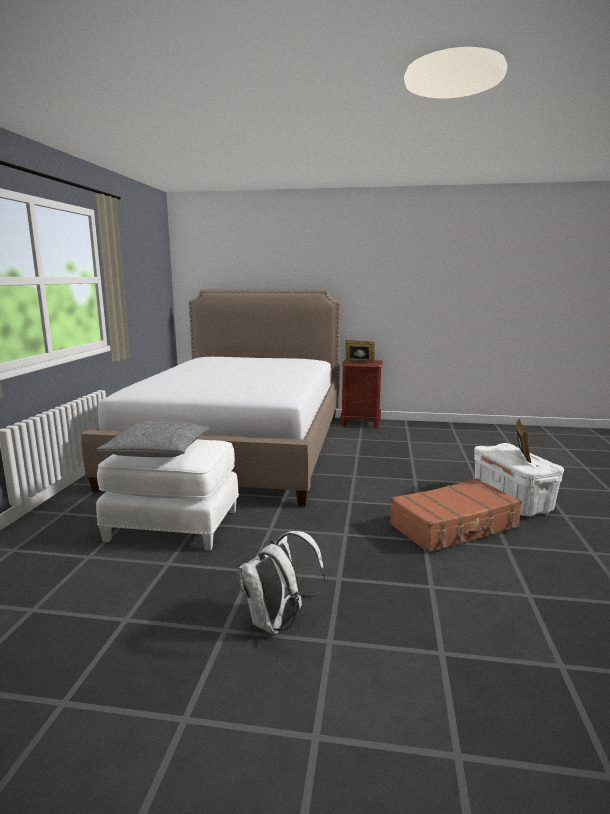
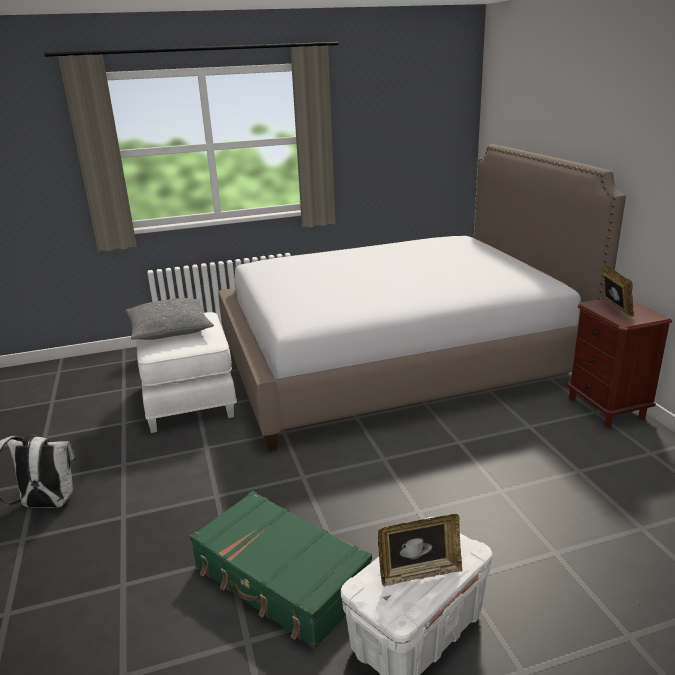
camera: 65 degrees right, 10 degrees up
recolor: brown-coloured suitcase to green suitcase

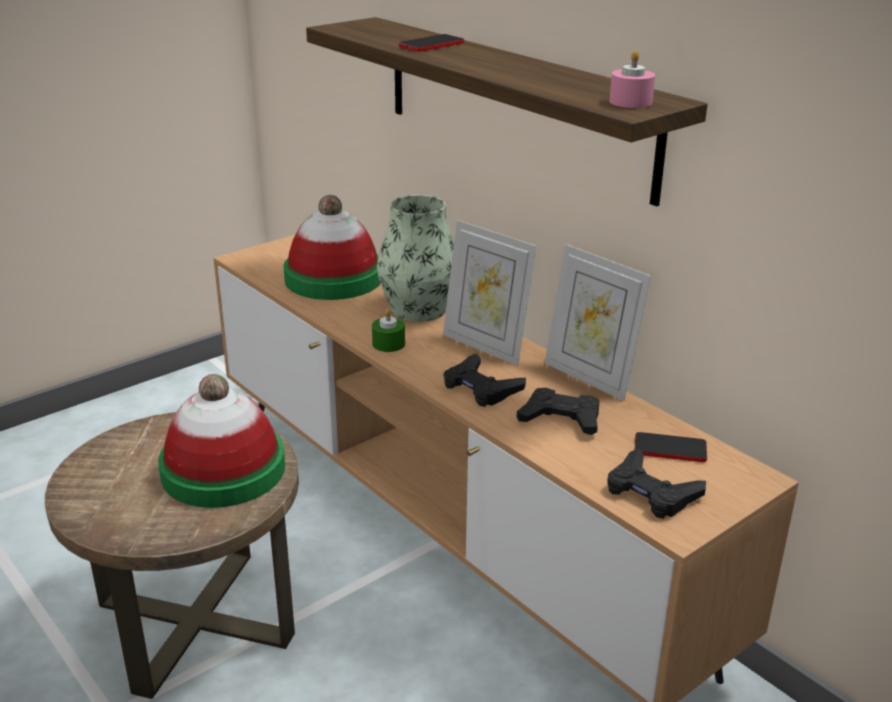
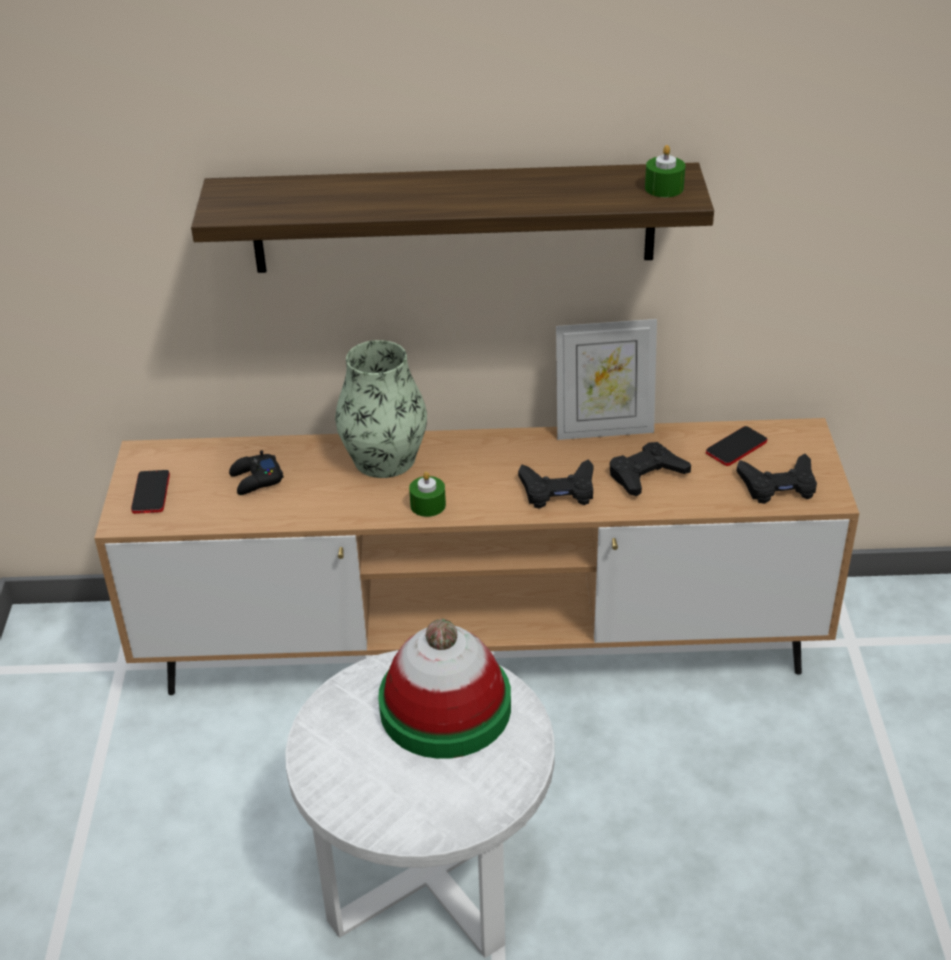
camera: 50 degrees left, 10 degrees up
delete: standing frame (1st from left)
move: telephone (1st from left)
replace: wearable hat (2nd from left) to black joypad (1st from left)
recolor: pinkish wax light to green wax light (2nd from left); brown-coloured end table to white-coloured end table

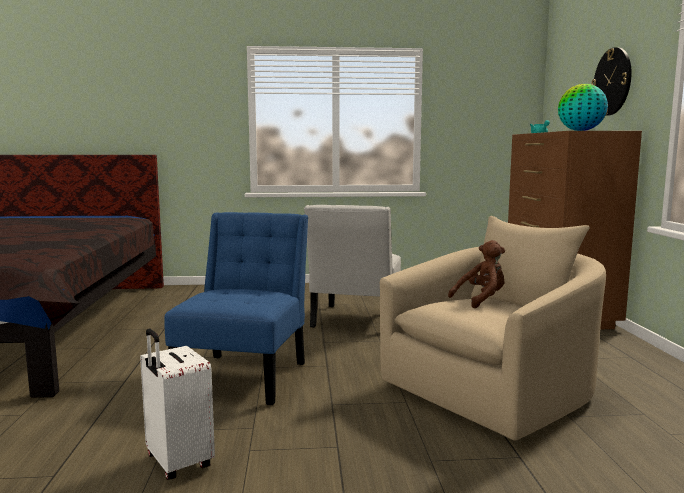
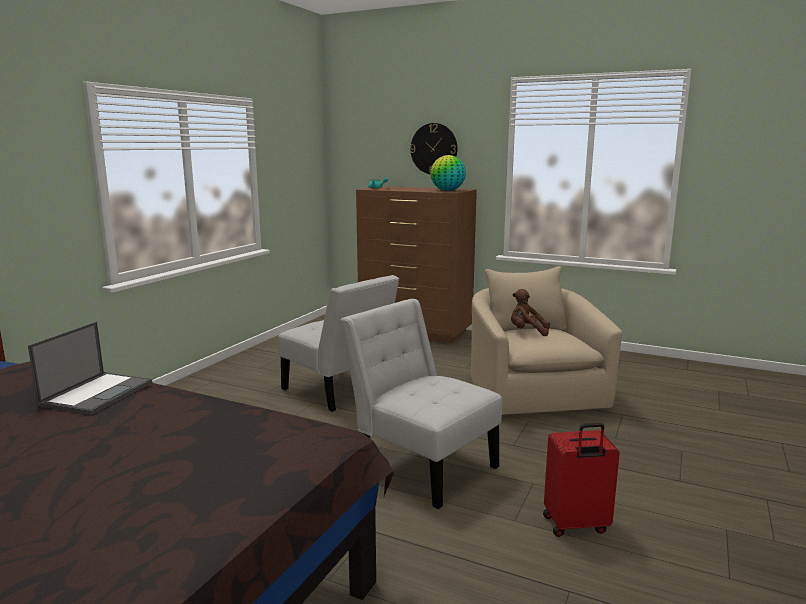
camera: 60 degrees left, 5 degrees up
insert: laptop
recolor: blue-coloured plain chair to white-coloured plain chair (2nd from left); white-coloured suitcase to reddish suitcase
rotate: brown-coloured soft toy 75 degrees counterclockwise

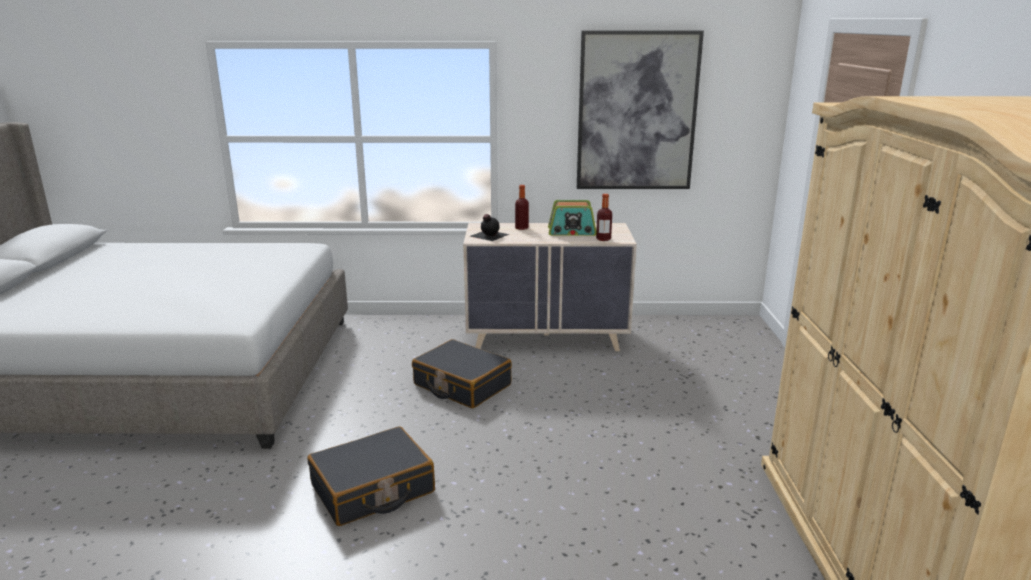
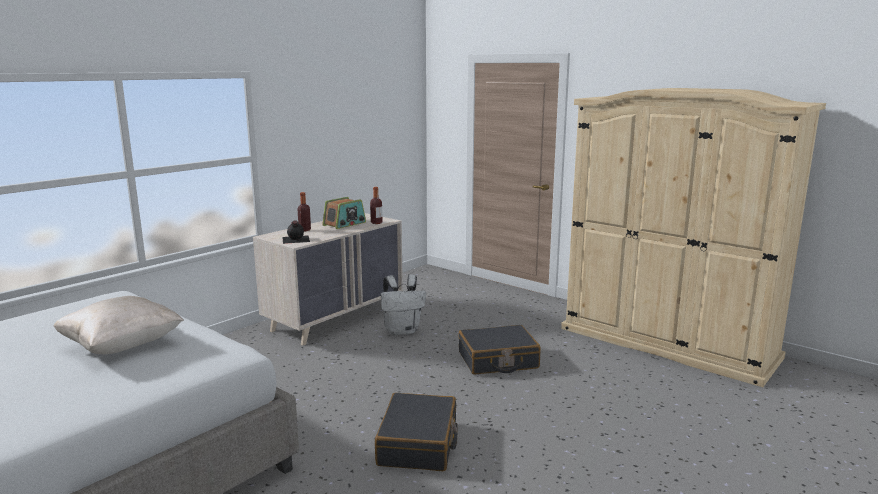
camera: 50 degrees left, 5 degrees down
delete: wall picture
insert: white-coloured knapsack; sand-coloured throw pillow
move: black suitcase (2nd from left)

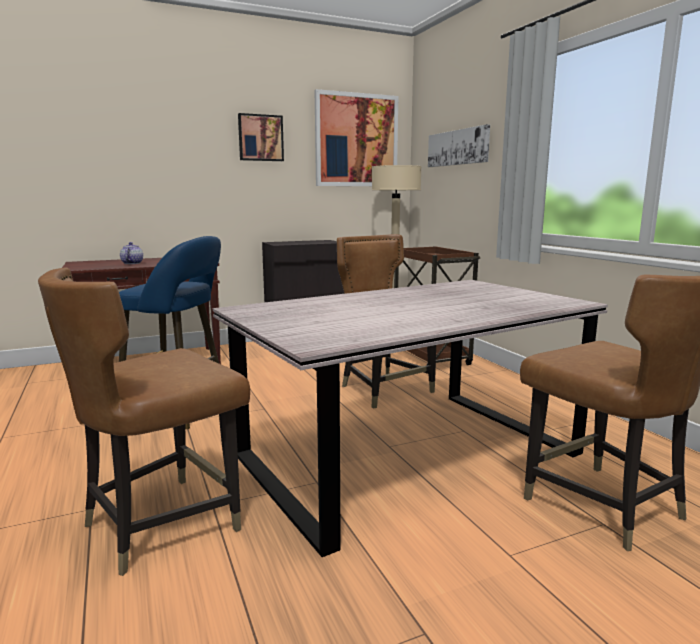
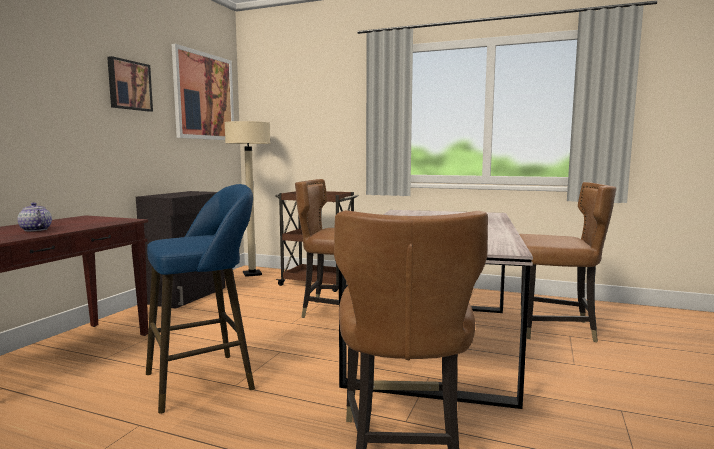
camera: 45 degrees left, 5 degrees down
delete: wall picture (3rd from left)

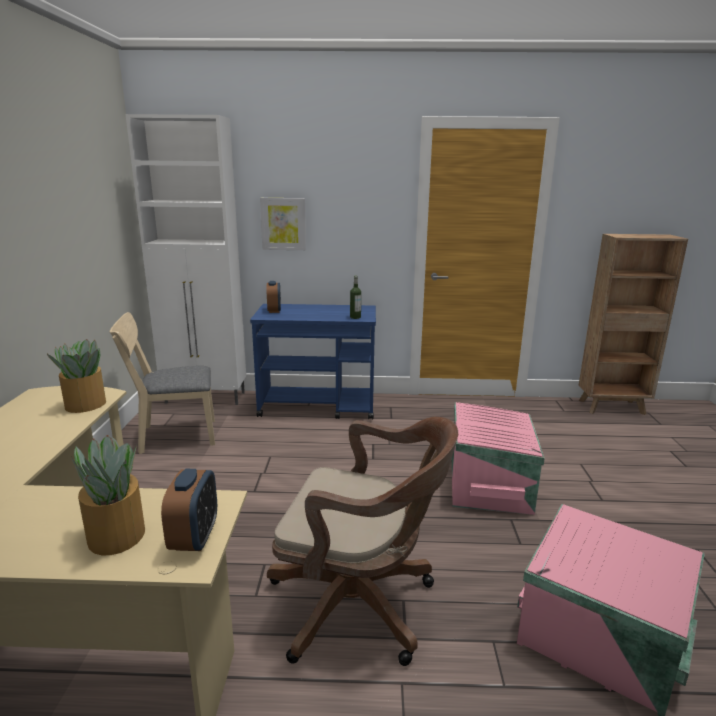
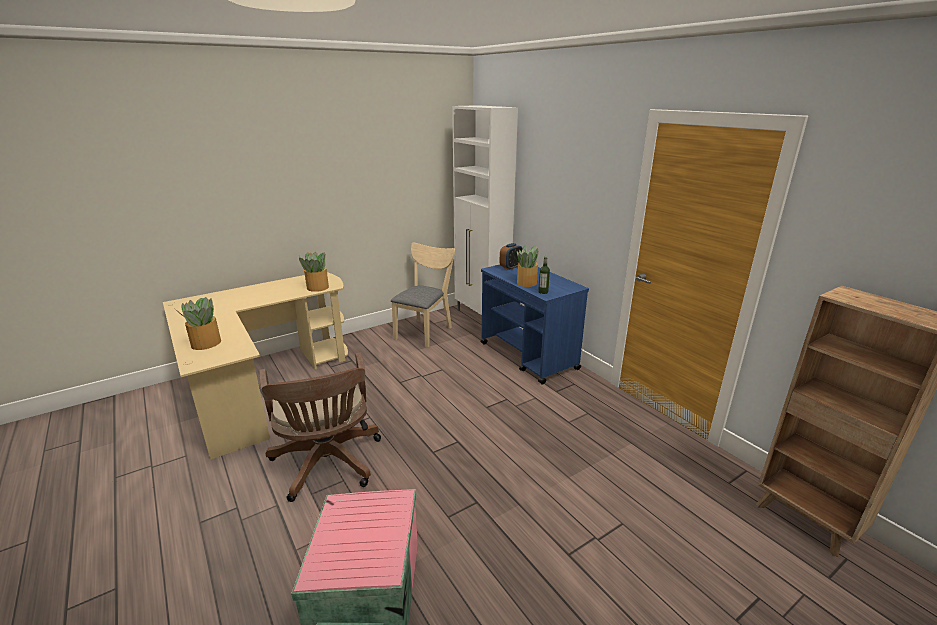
camera: 55 degrees right, 5 degrees up
delete: wall picture; pinkish storage container (1st from left); bedside clock (1st from left)
insert: houseplant (3rd from left)
rotate: sand-coloured plain chair 75 degrees clockwise

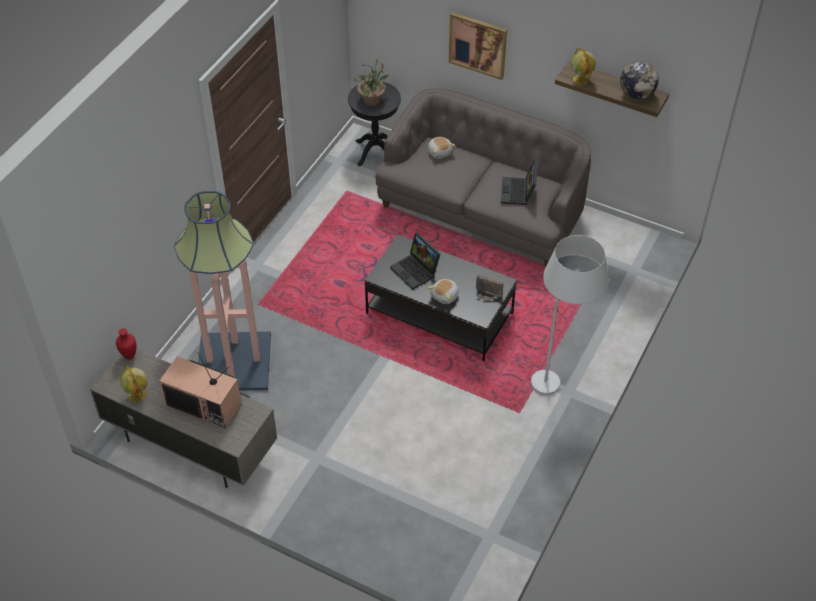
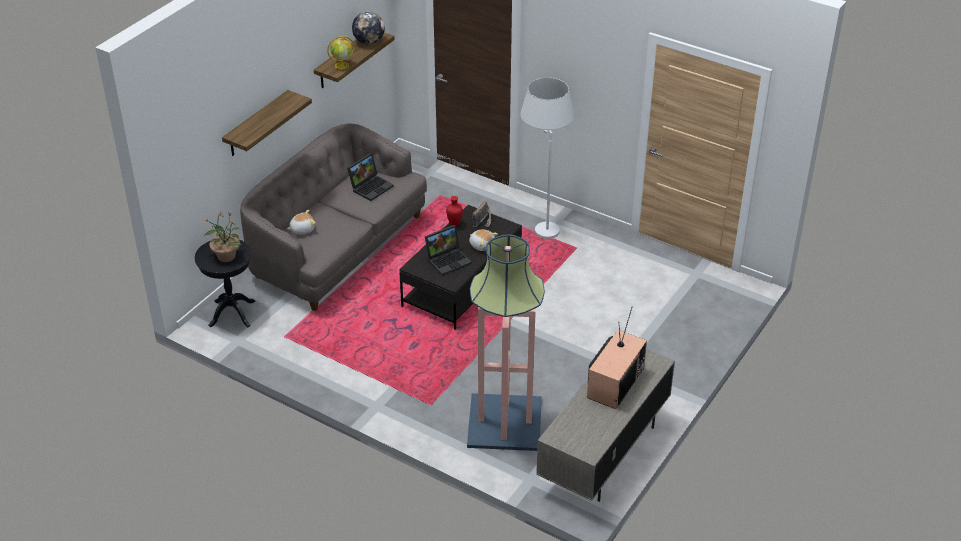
camera: 85 degrees left, 10 degrees down
delete: world globe (1st from left)
move: reddish decorative vase
replace: wall picture to shelf (1st from left)
rotate: laptop (2nd from left in the first image) 60 degrees counterclockwise

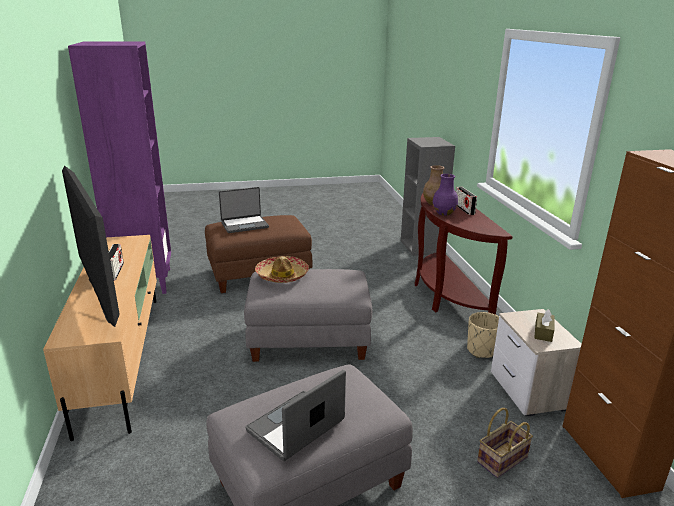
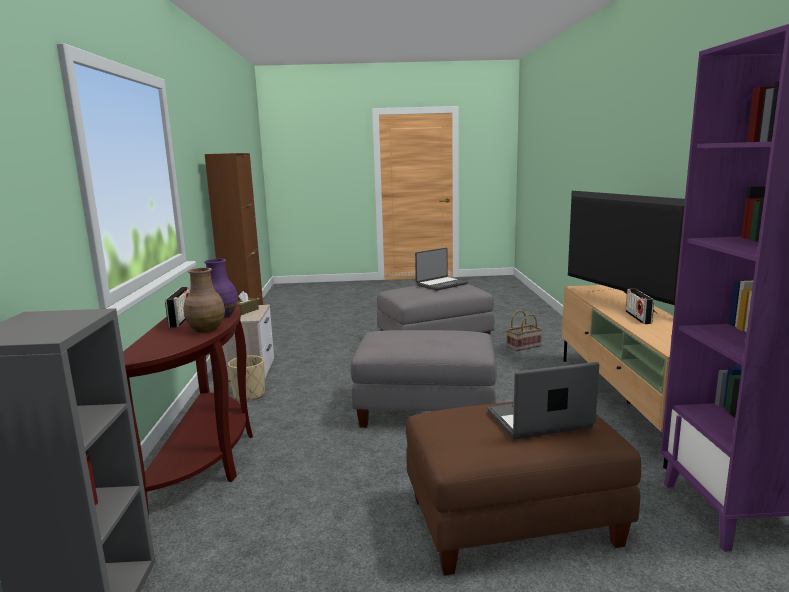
camera: 170 degrees left, 10 degrees down
delete: wearable hat
move: basket

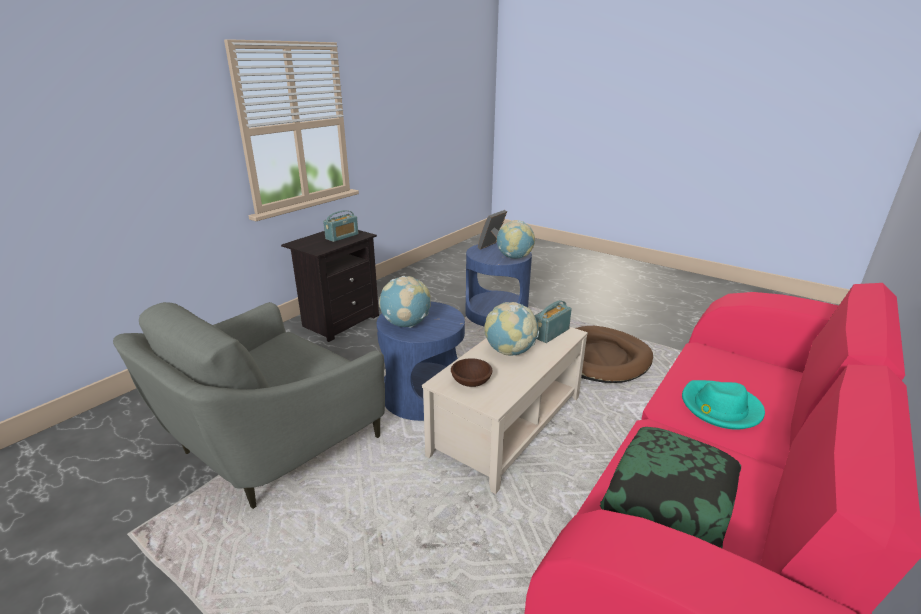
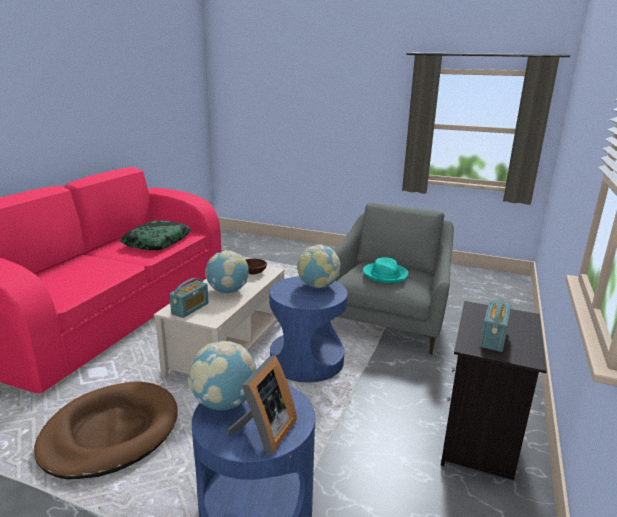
camera: 165 degrees right, 5 degrees down
move: turquoise-coloured wearable hat

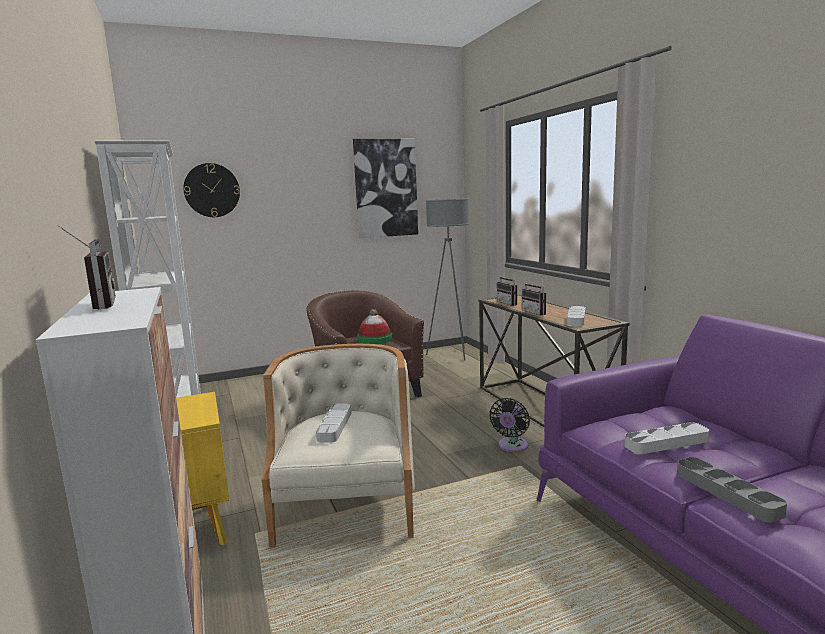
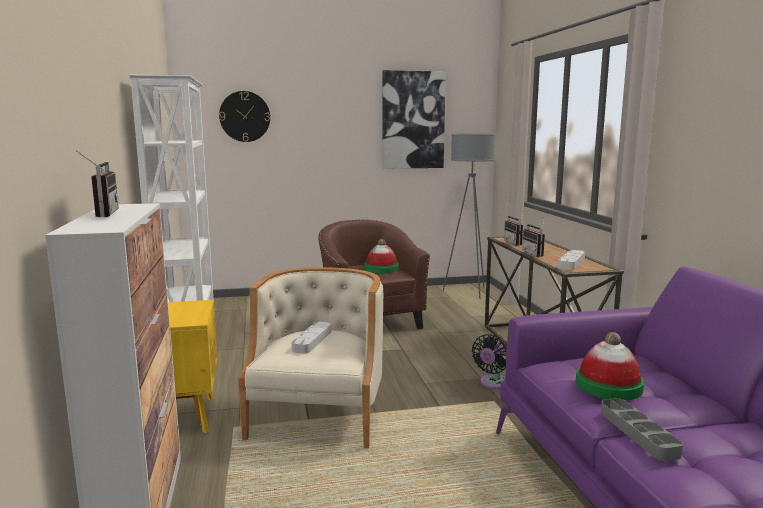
camera: 10 degrees right, 0 degrees up
replace: grey carrying tray (3rd from left) to wearable hat (2nd from left)

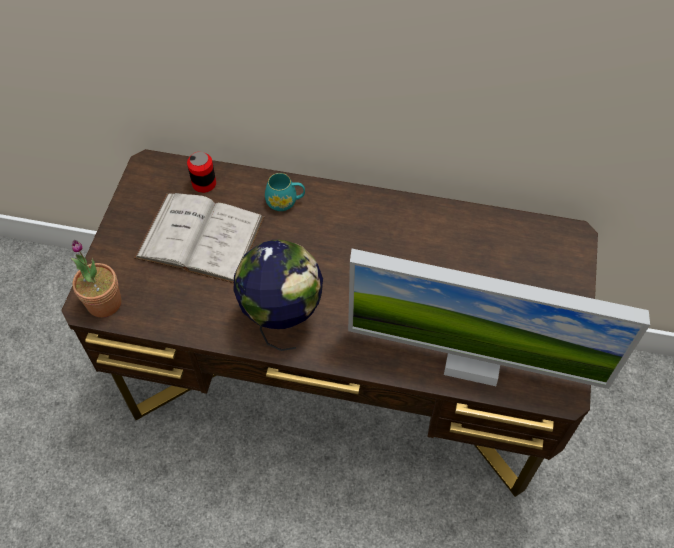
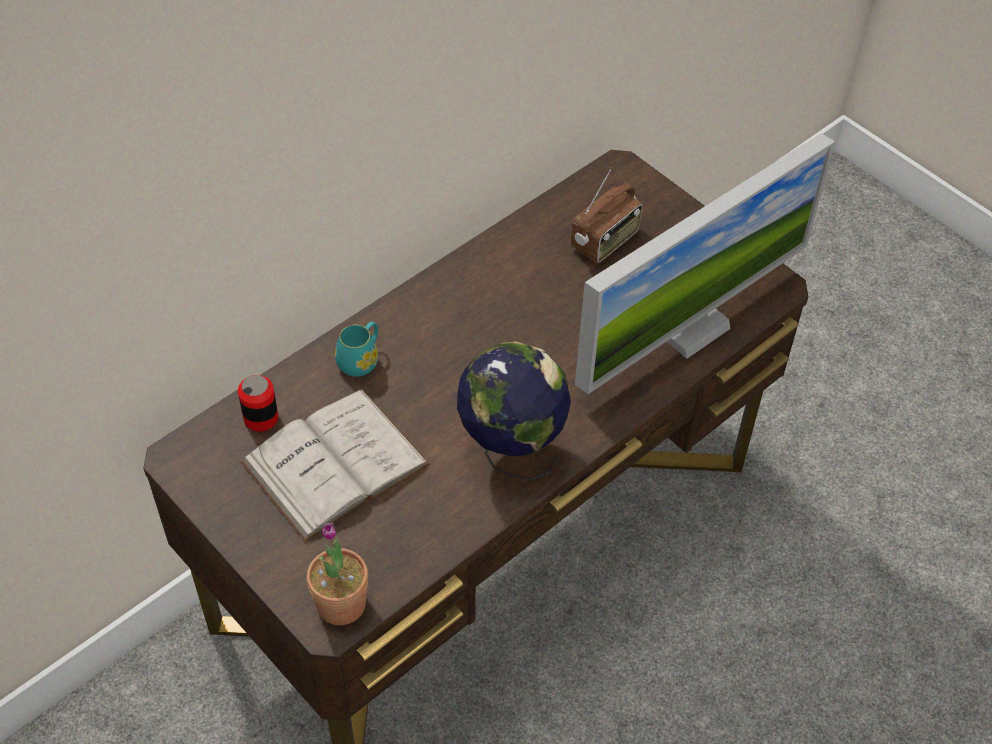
camera: 55 degrees left, 5 degrees down
insert: radio set

